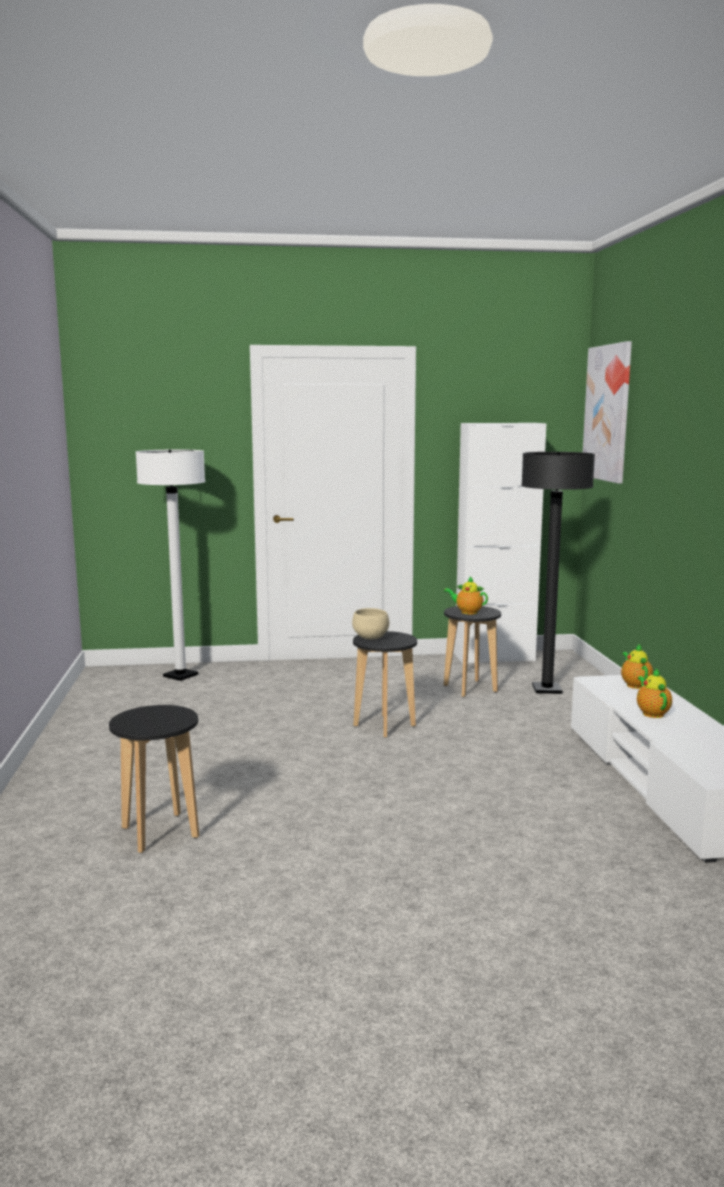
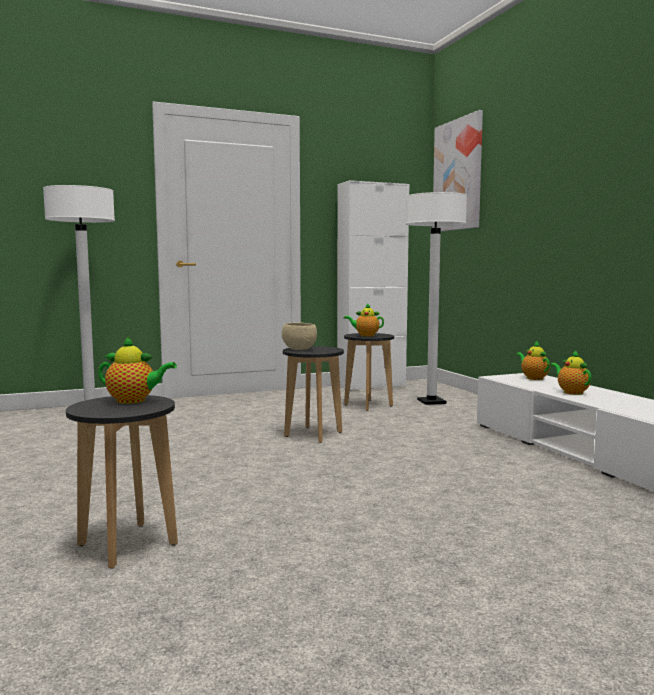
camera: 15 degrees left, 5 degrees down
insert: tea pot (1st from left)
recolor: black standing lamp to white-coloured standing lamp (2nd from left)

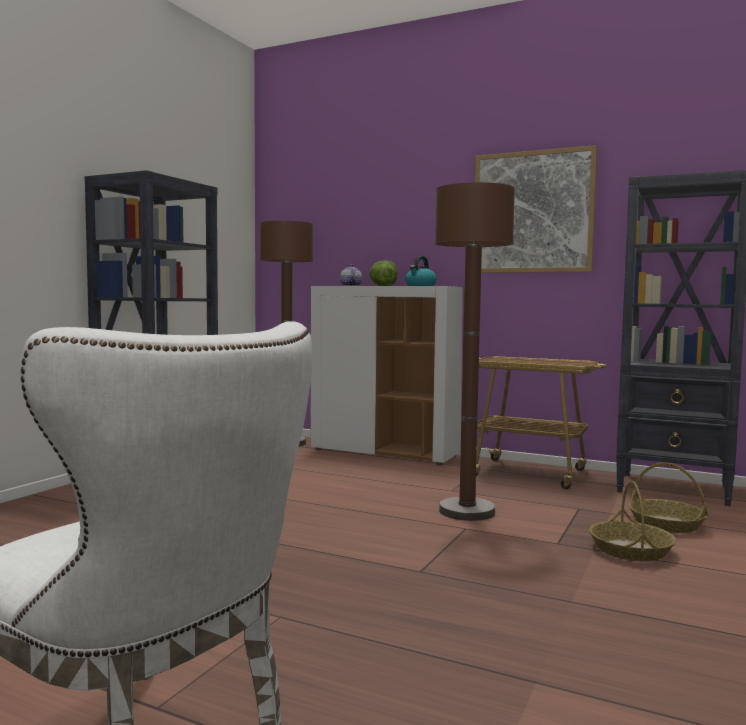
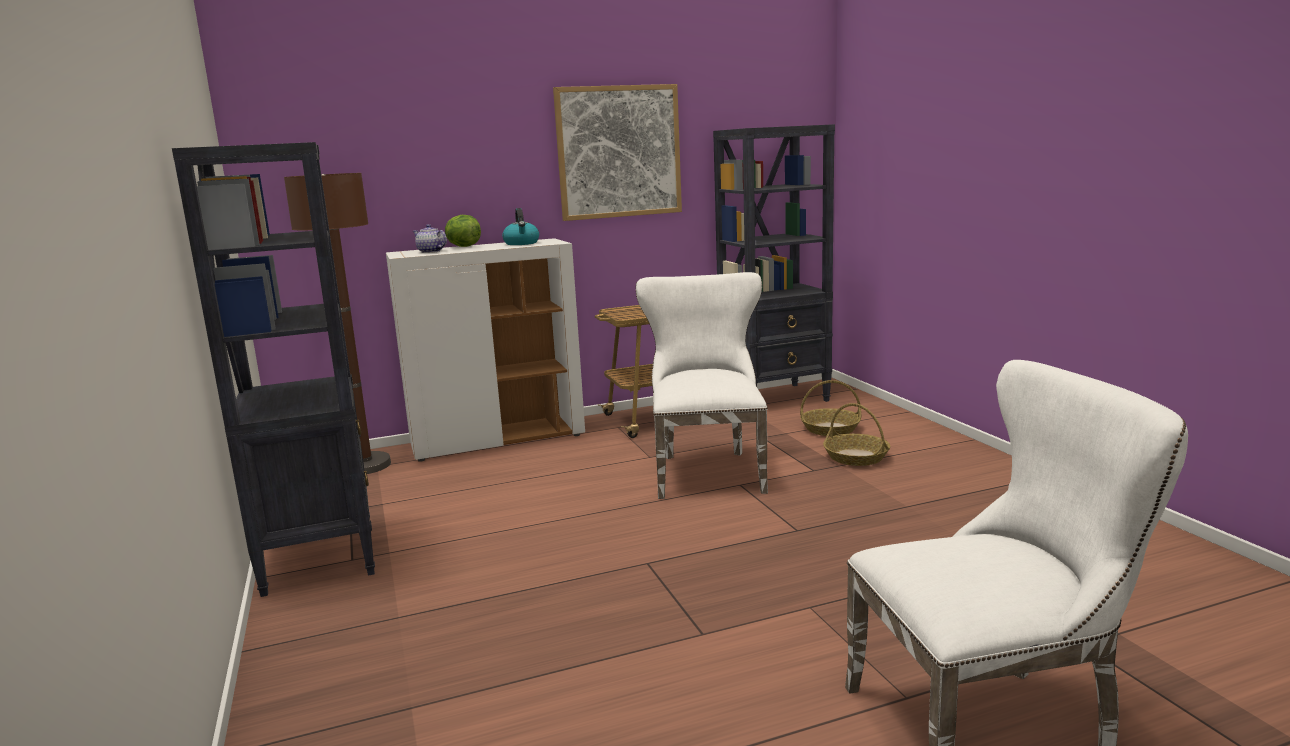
camera: 45 degrees left, 10 degrees up
replace: brown-coloured standing lamp (2nd from left) to white-coloured plain chair (1st from left)

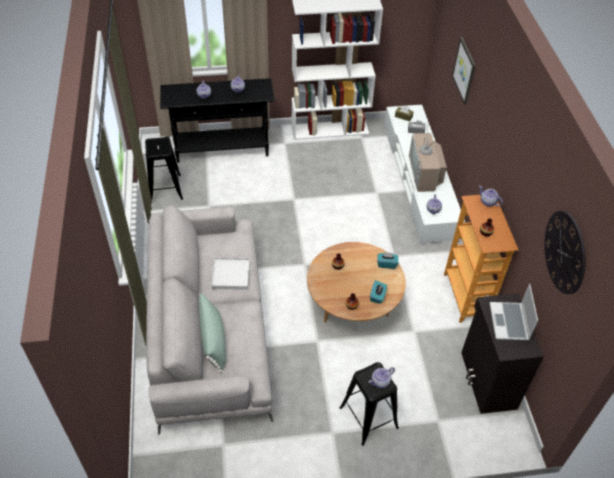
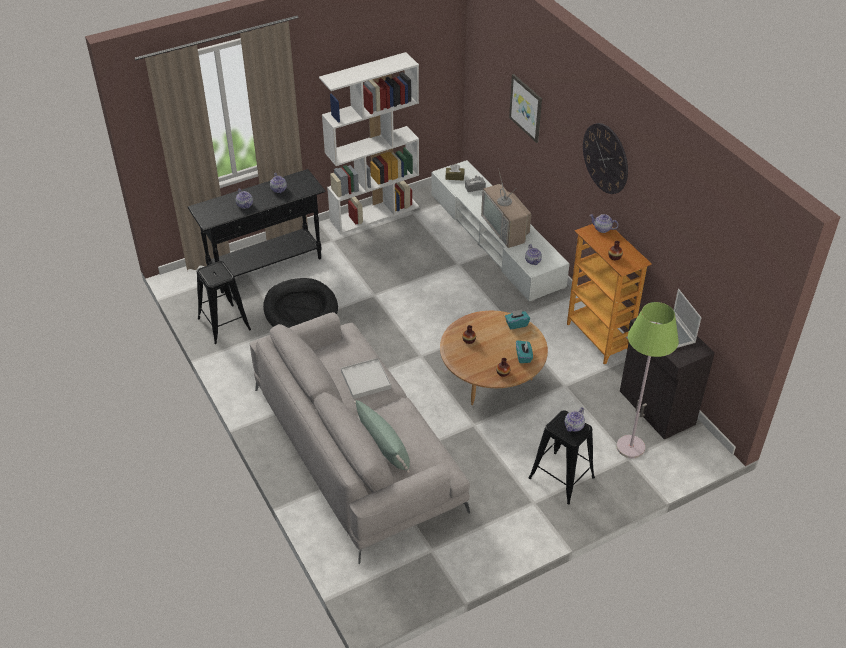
camera: 20 degrees left, 5 degrees down
insert: black pet bed; green standing lamp
move: clock on the wall

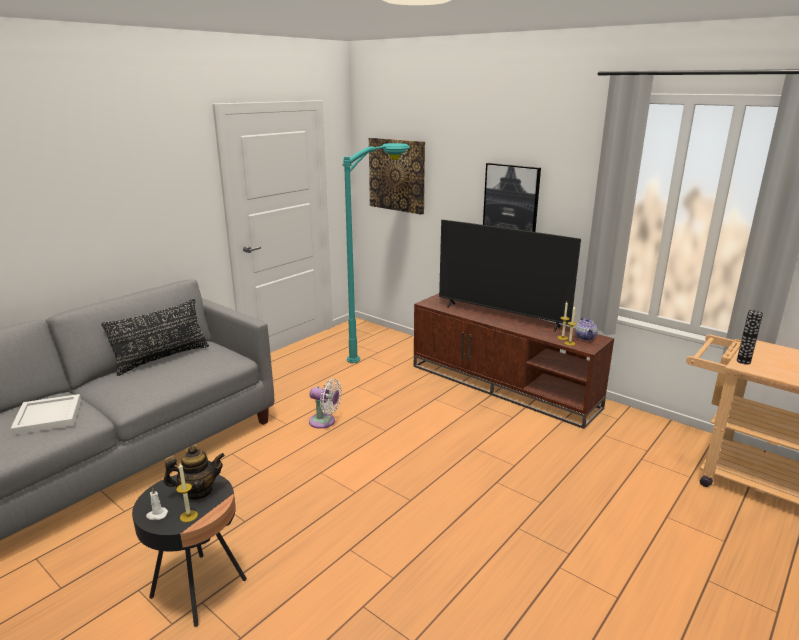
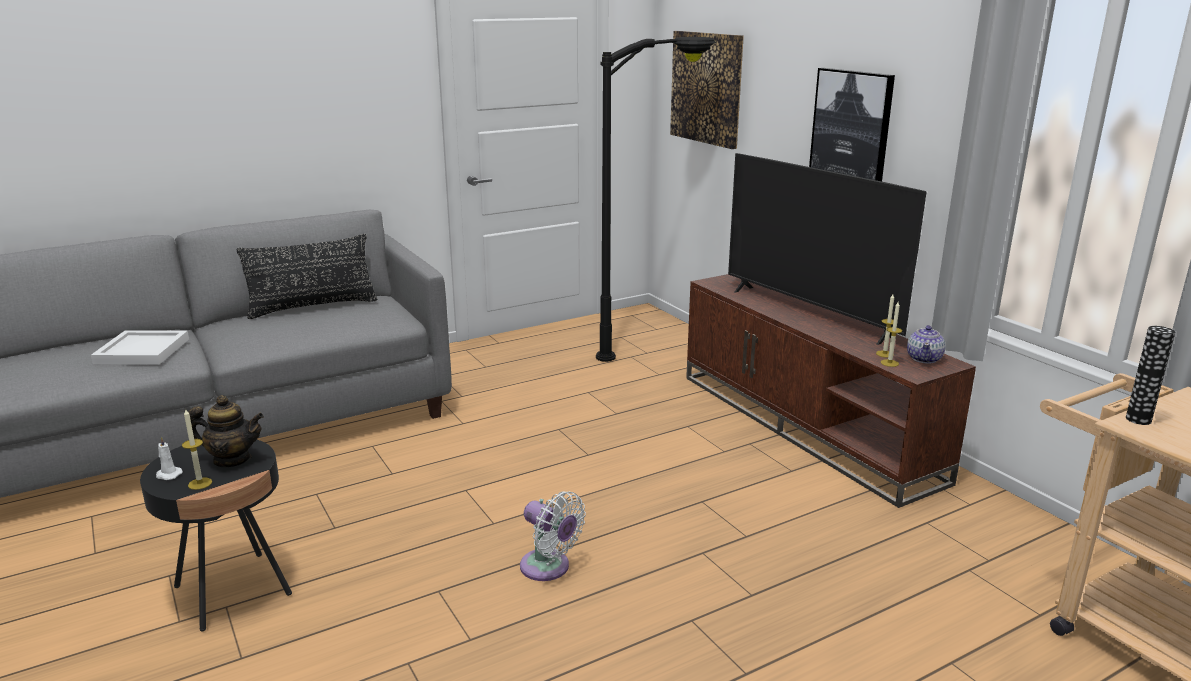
camera: 20 degrees right, 0 degrees up
move: white-coloured cooling fan
recolor: turquoise-coloured standing lamp to black standing lamp

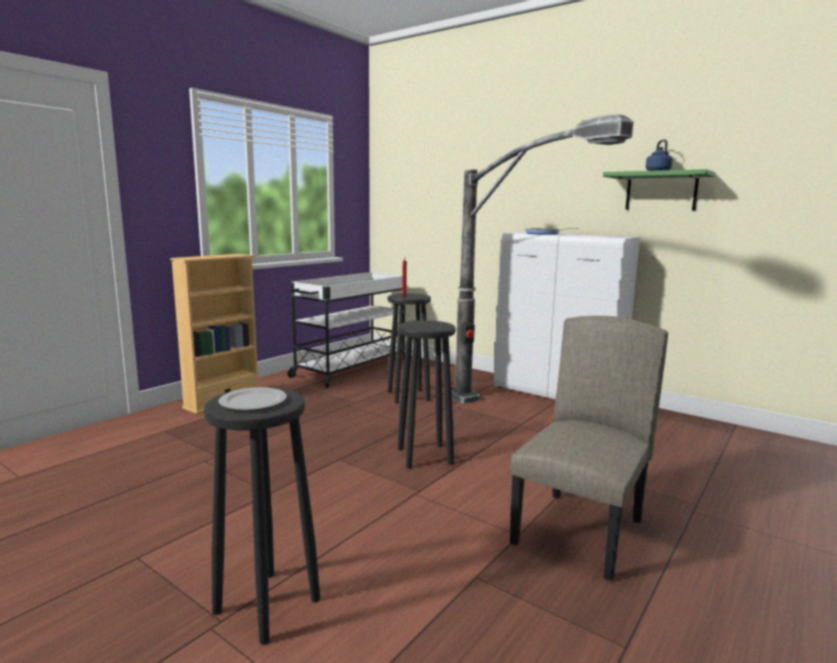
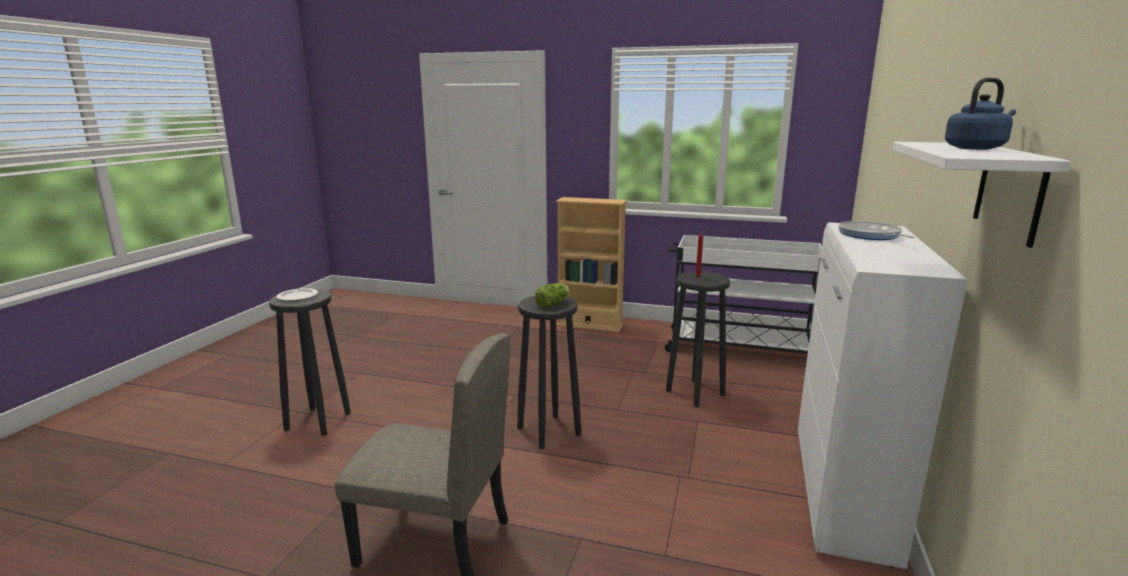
camera: 70 degrees right, 5 degrees up
delete: standing lamp
insert: lettuce
recolor: green shelf to white-coloured shelf

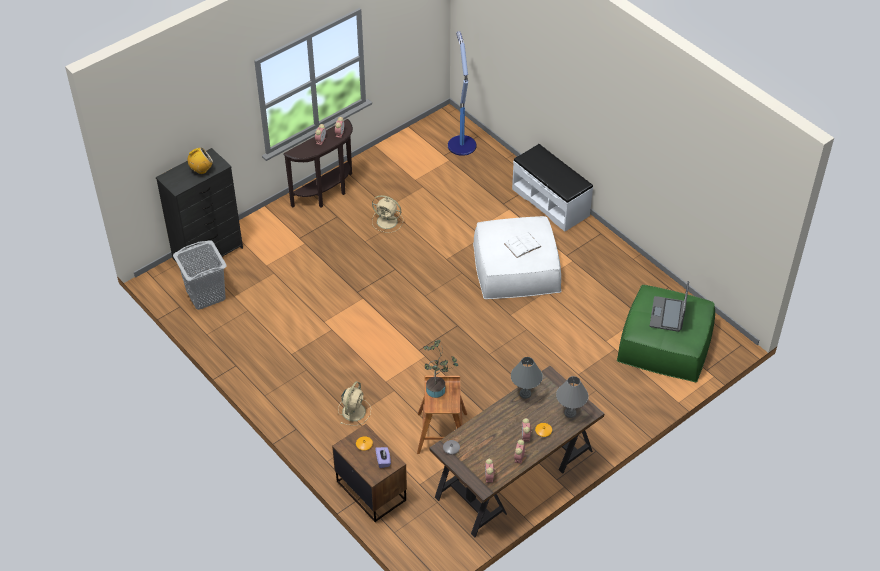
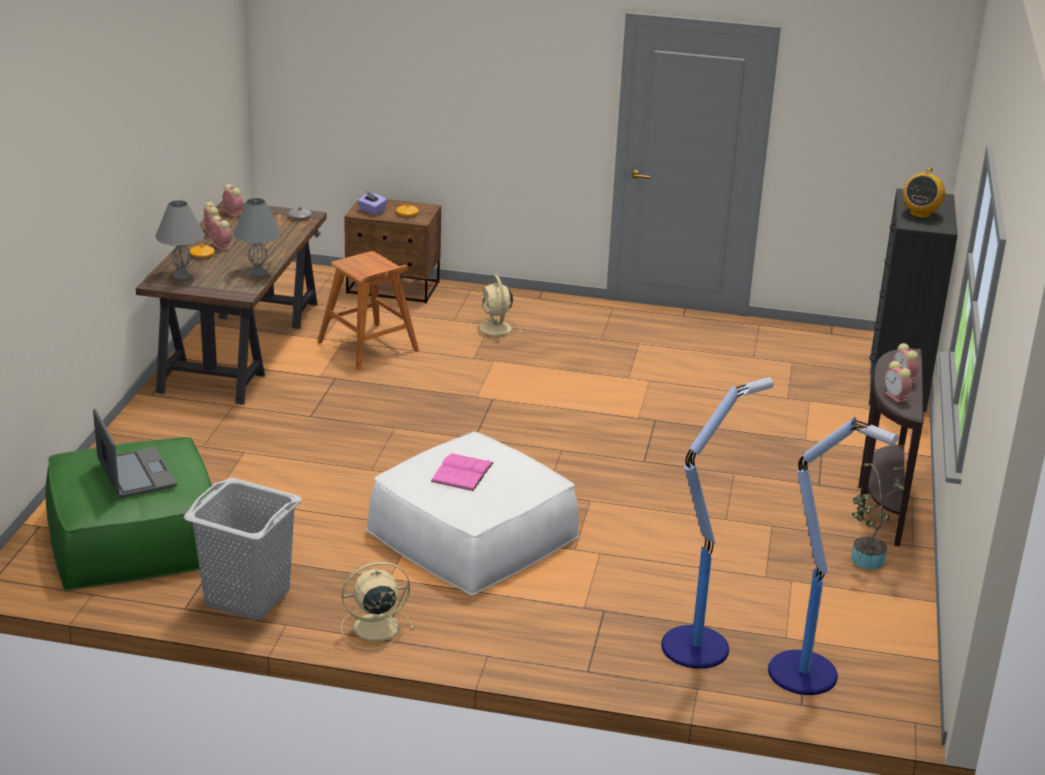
camera: 140 degrees right, 20 degrees down
delete: white-coloured bench
insert: standing lamp (1st from left)
move: sand-coloured cooling fan (2nd from left in the first image) to sand-coloured cooling fan (1st from left); grey laundry basket; houseplant
recolor: white-coloured bound book to pinkish bound book

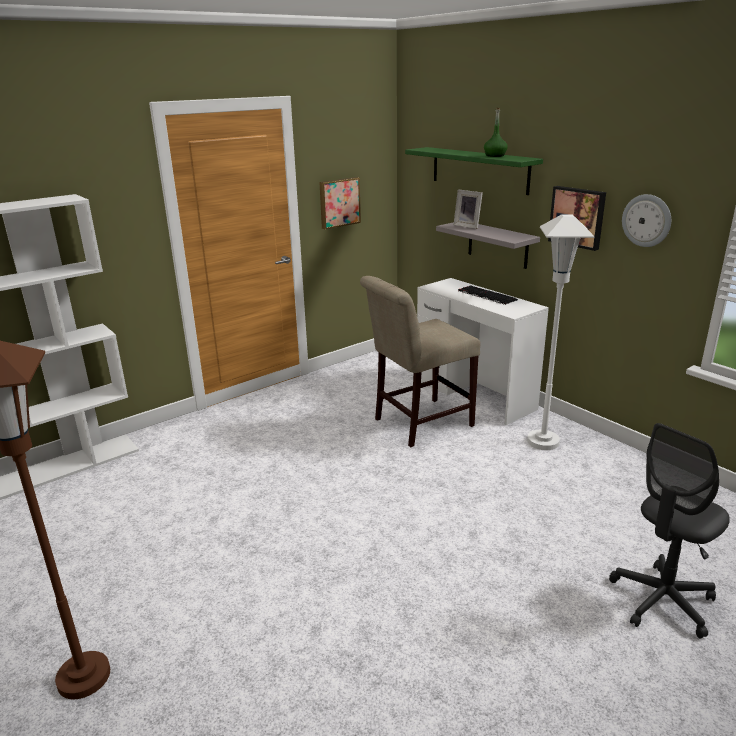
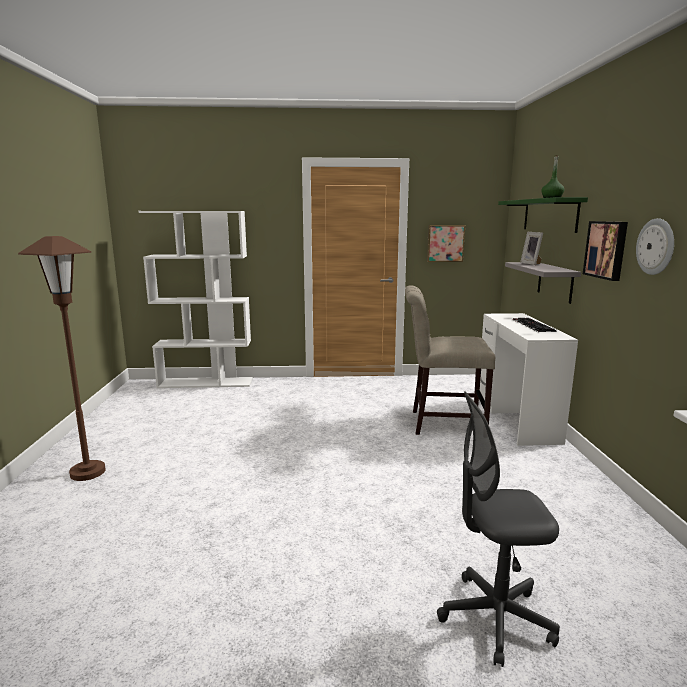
camera: 35 degrees right, 10 degrees down
delete: white-coloured standing lamp

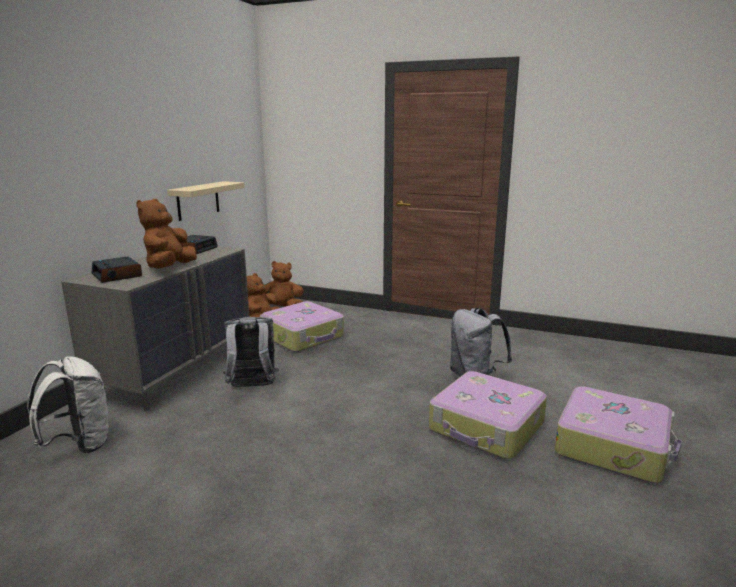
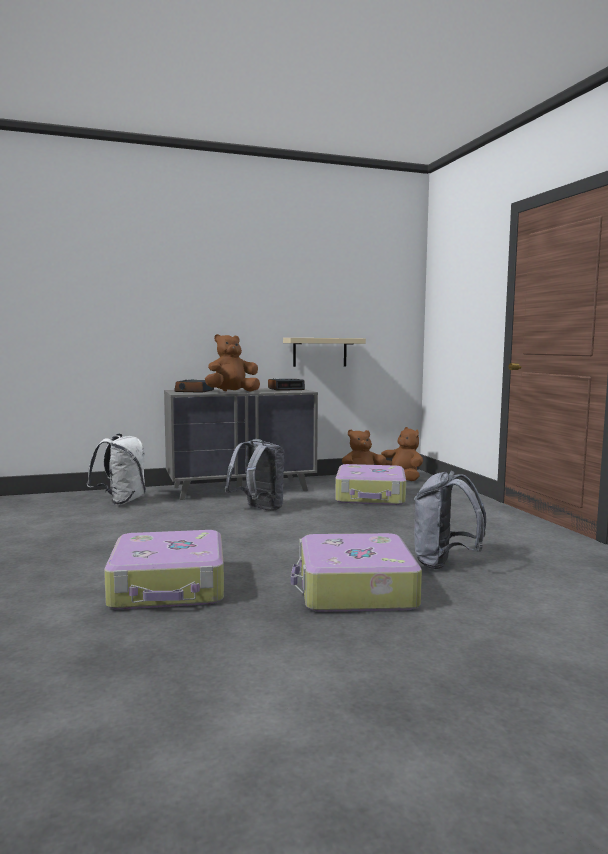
camera: 50 degrees right, 10 degrees down
move: suitcase (3rd from left in the first image) to suitcase (1st from left)

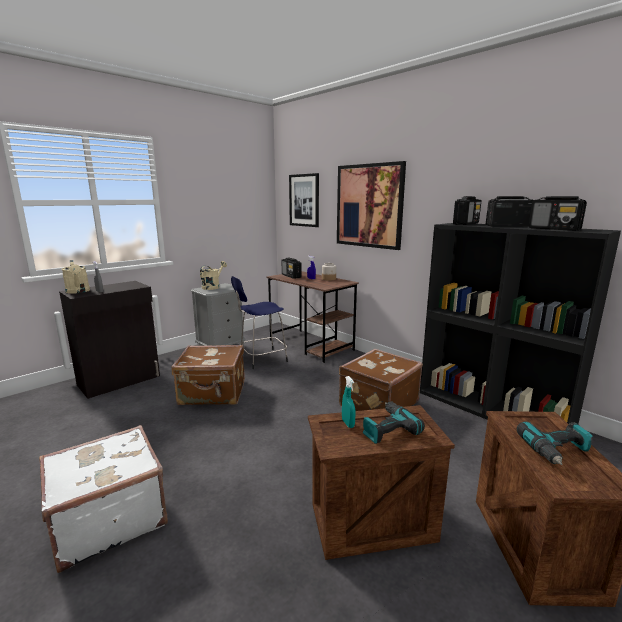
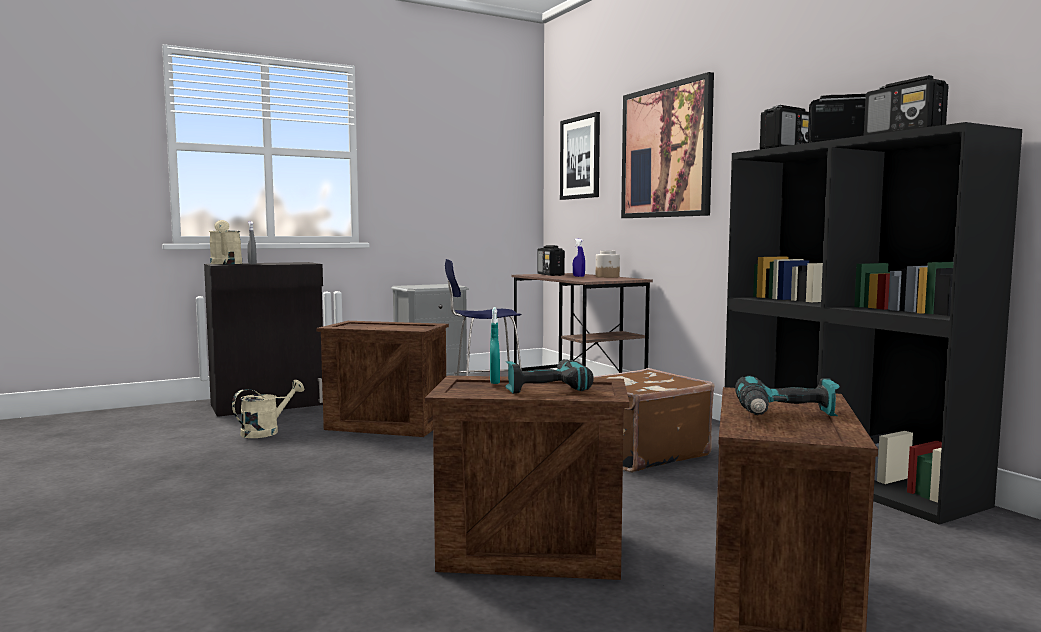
camera: 15 degrees right, 10 degrees down
delete: white-coloured suitcase
move: sand-coloured watering can (2nd from left)
replace: brown-coloured suitcase (1st from left) to crate (1st from left)

